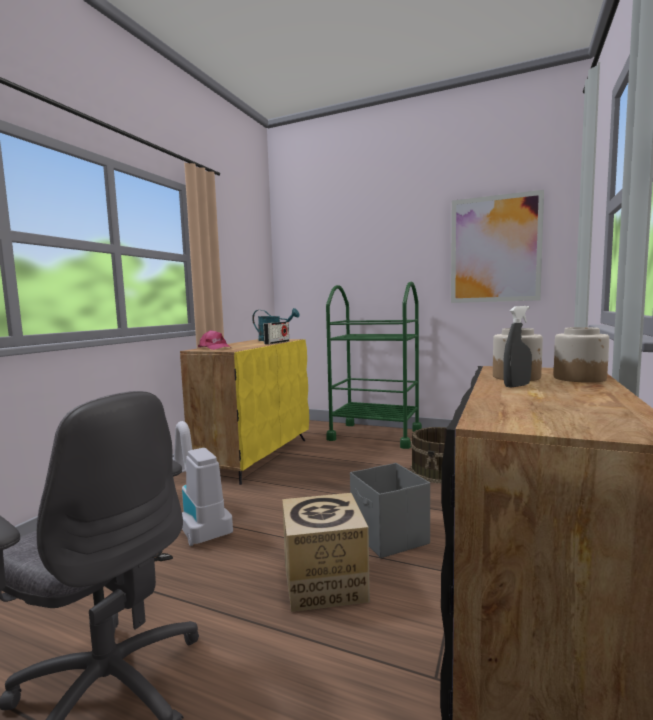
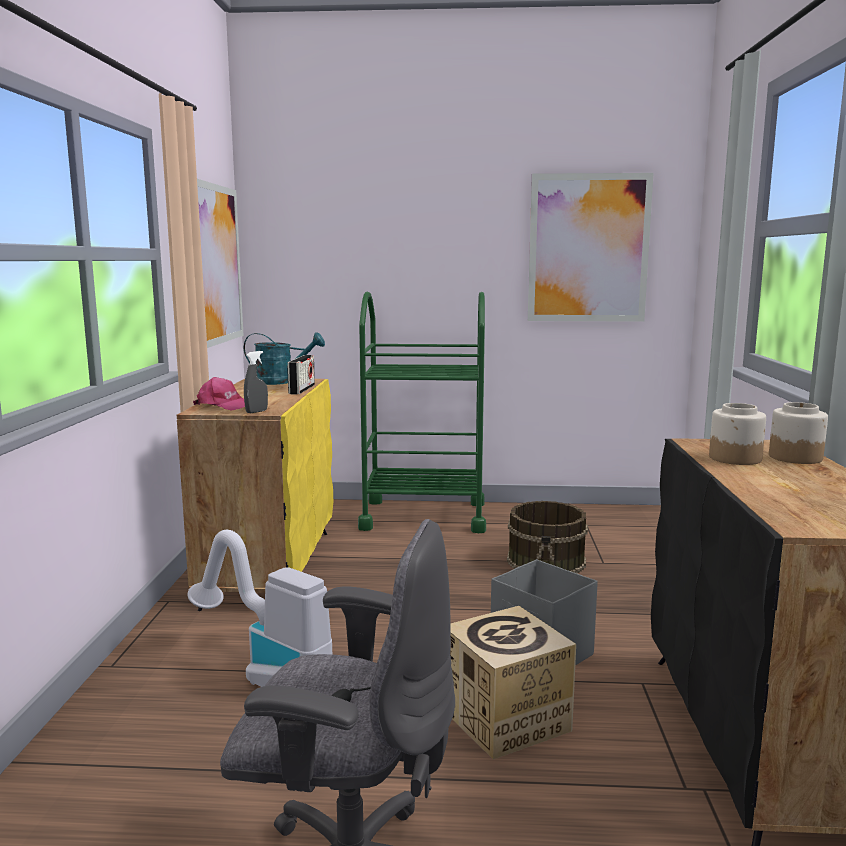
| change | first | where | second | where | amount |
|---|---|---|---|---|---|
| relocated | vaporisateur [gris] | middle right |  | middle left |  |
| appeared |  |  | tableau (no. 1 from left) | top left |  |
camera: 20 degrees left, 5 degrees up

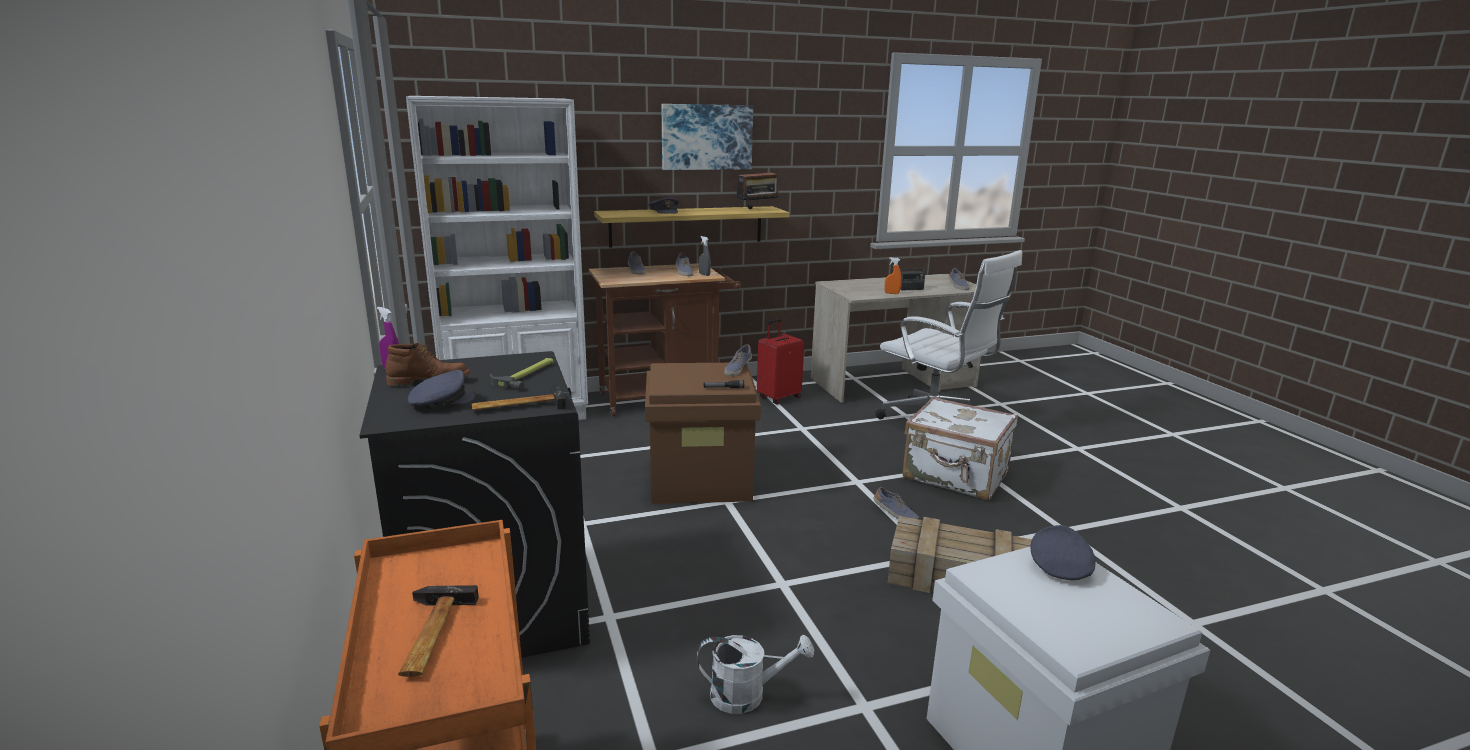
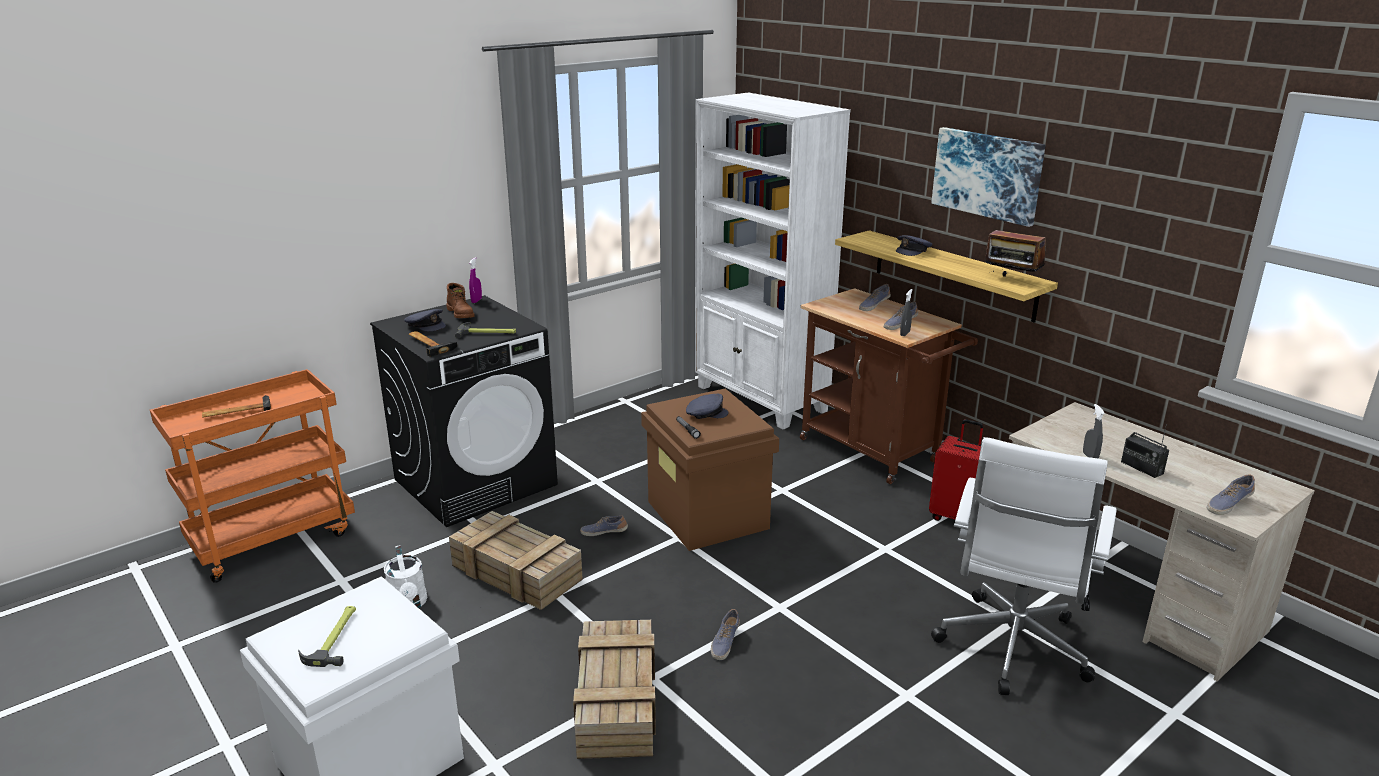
| change | first | where | second | where | amount |
|---|---|---|---|---|---|
| colour | vaporisateur [orange] | centre | vaporisateur [gris] (no. 2 from left) | middle right |  |
| relocated | chaussure (no. 3 from left in the first image) | centre | chaussure (no. 1 from left) | bottom centre |  |
| missing | valise [blanc] | centre |  |  |  |
| relocated | casquette [gris] (no. 3 from left in the first image) | bottom right | casquette [gris] (no. 2 from left) | centre |  |
| appeared |  |  | caisse (no. 1 from left) | bottom centre |  |
| appeared |  |  | marteau (no. 2 from left) | bottom left |  |
camera: 70 degrees right, 5 degrees up

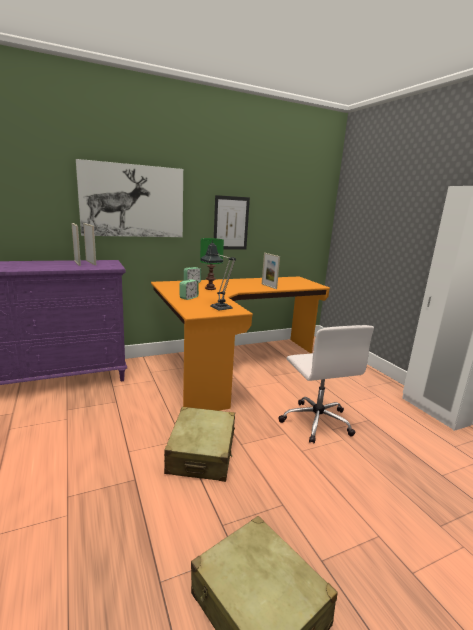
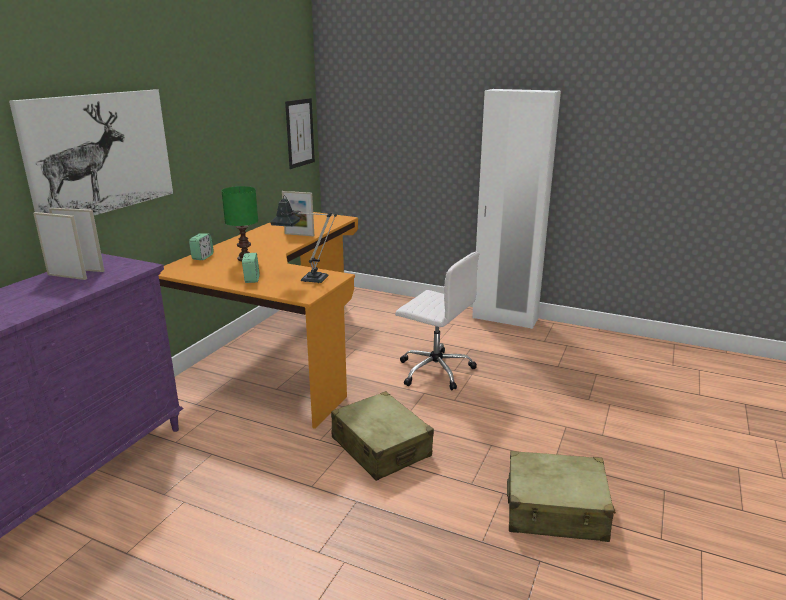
| change | first | where | second | where | amount |
|---|---|---|---|---|---|
| relocated | tableau (no. 2 from left) | centre |  | top centre |  |
camera: 40 degrees left, 5 degrees up

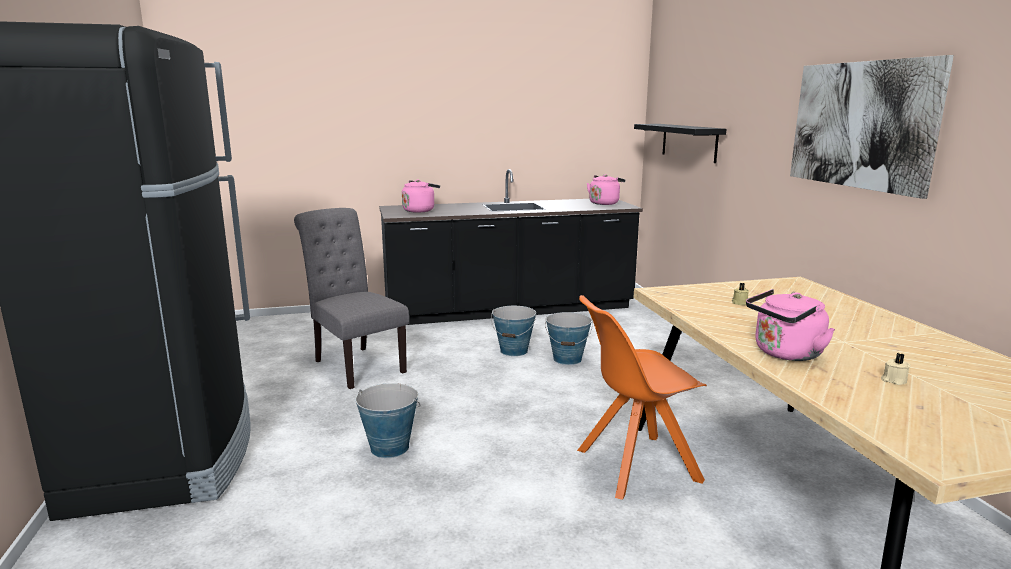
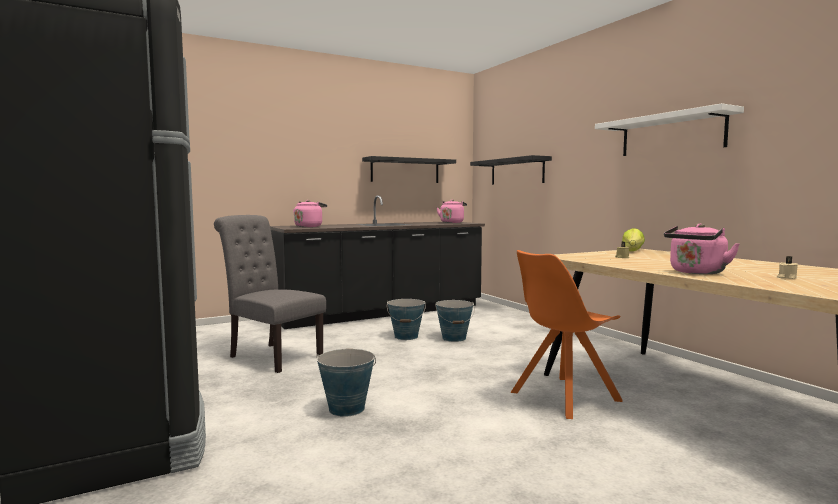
| change | first | where | second | where | amount |
|---|---|---|---|---|---|
| exchanged | tableau | top right | étagère [blanc] | top right |  |
| appeared |  |  | étagère [noir] (no. 1 from left) | centre |  |
| appeared |  |  | laitue | middle right |  |
camera: 15 degrees left, 10 degrees down

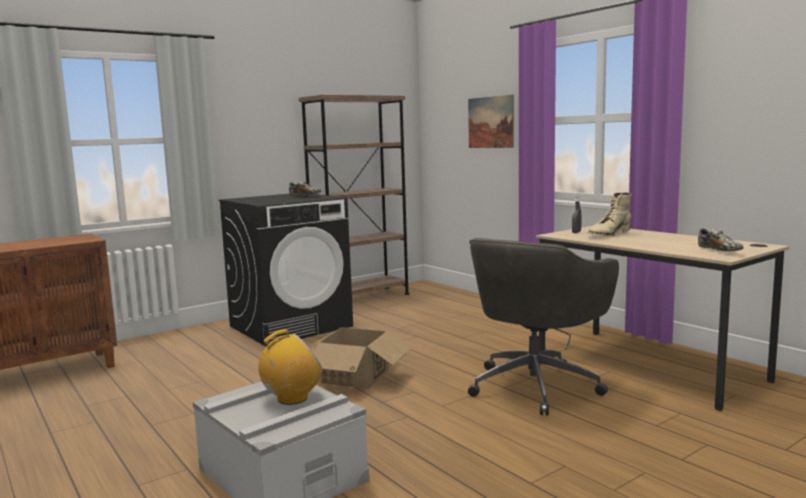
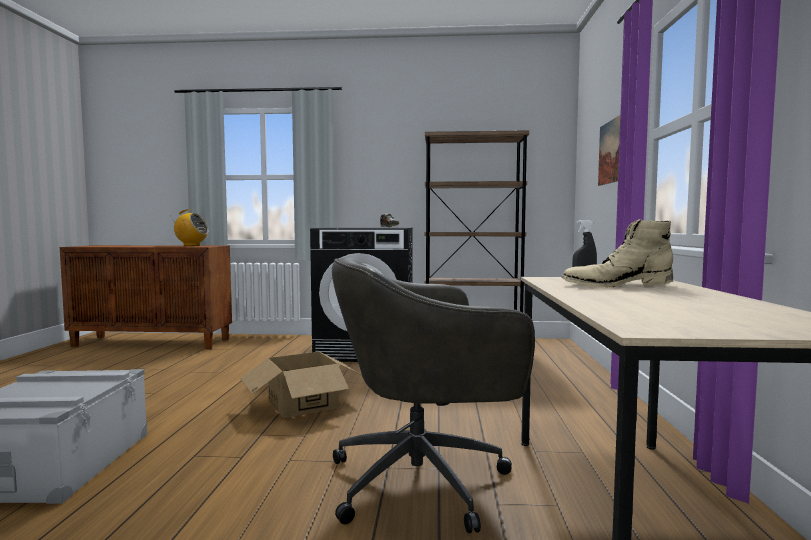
| change | first | where | second | where | amount |
|---|---|---|---|---|---|
| missing | chaussure (no. 2 from left) | middle right |  |  |  |
| relocated | radio | bottom centre |  | middle left |  |
camera: 40 degrees right, 5 degrees down

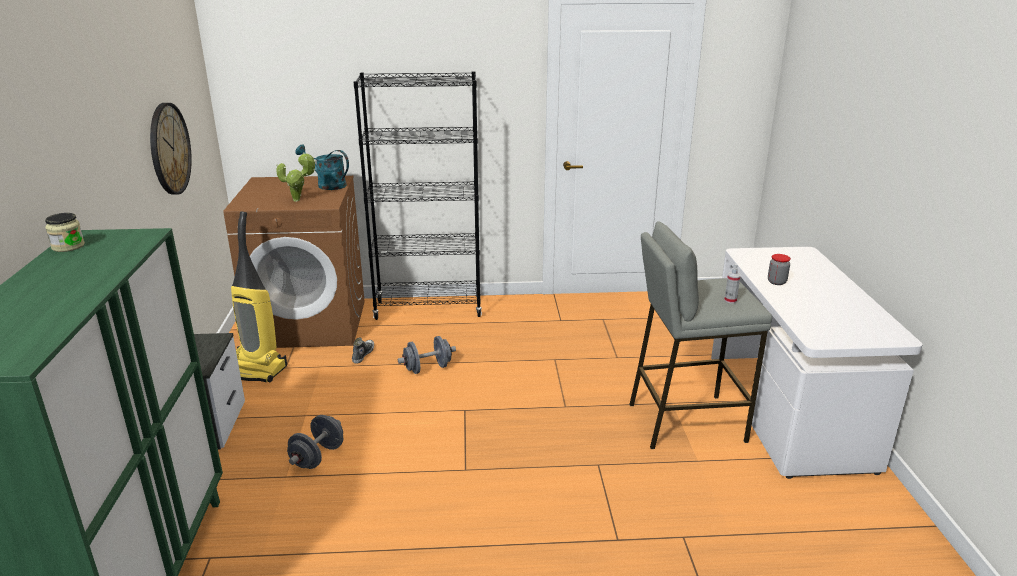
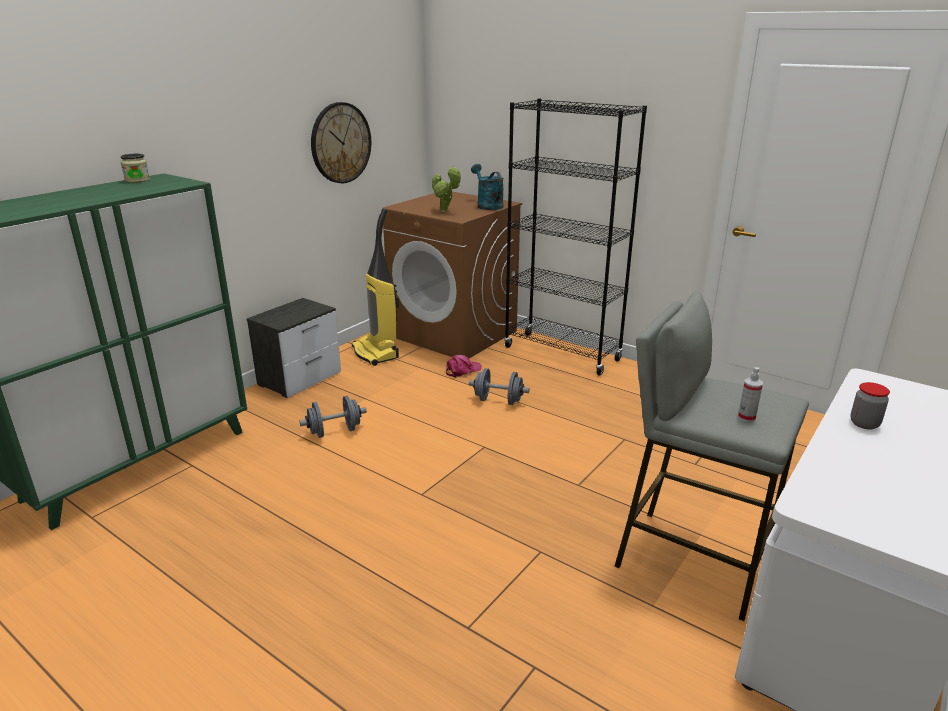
| change | first | where | second | where | amount |
|---|---|---|---|---|---|
| exchanged | chaussure | centre | casquette [rose] | centre |  |
camera: 40 degrees right, 0 degrees up

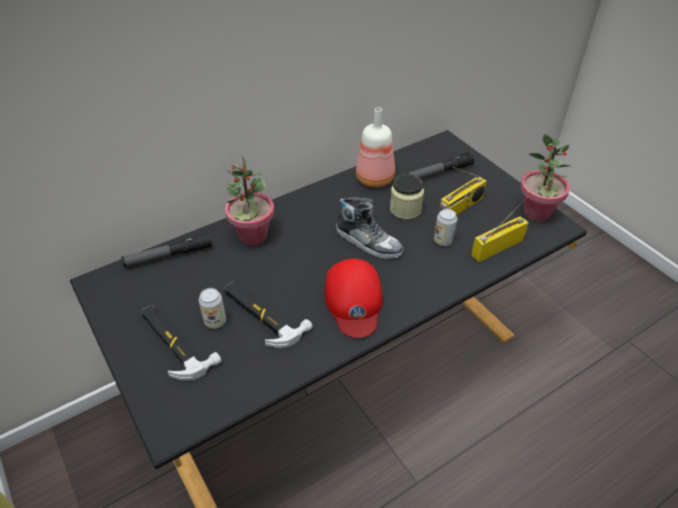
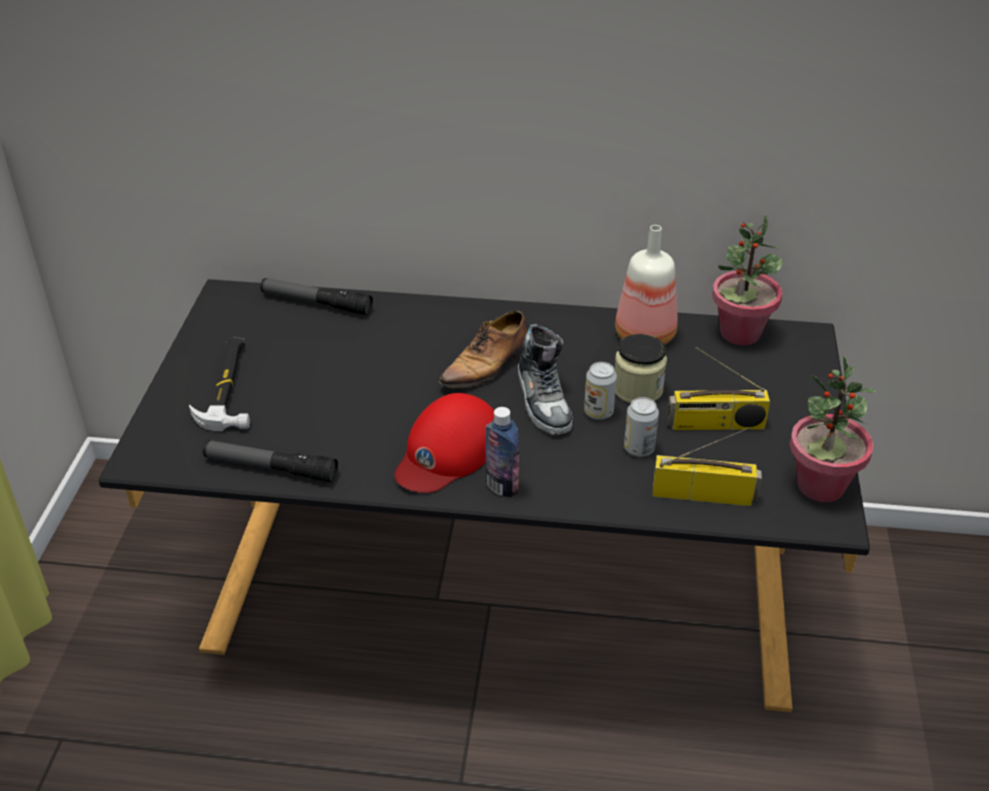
| change | first | where | second | where | amount |
|---|---|---|---|---|---|
| relocated | lampe de poche (no. 2 from left in the first image) | top centre | lampe de poche (no. 1 from left) | middle left |  |
| relocated | plante en pot (no. 1 from left) | centre |  | middle right |  |
| missing | marteau (no. 2 from left) | centre |  |  |  |
| relocated | boîte métallique (no. 1 from left) | middle left |  | centre |  |
| appeared |  |  | chaussure (no. 1 from left) | centre |  |
| appeared |  |  | bouteille (no. 1 from left) | centre |  |
camera: 40 degrees right, 5 degrees down

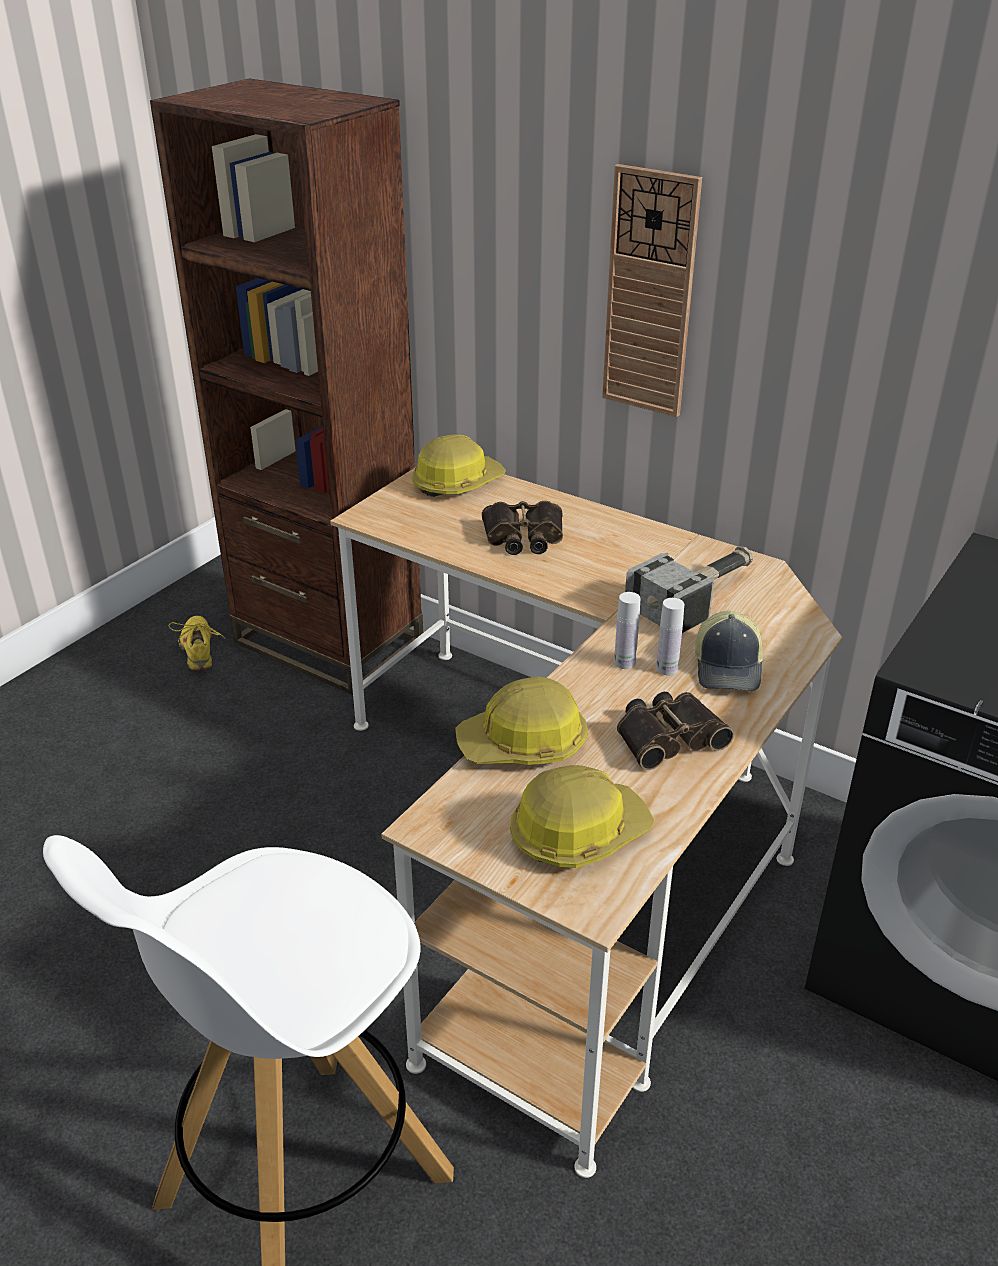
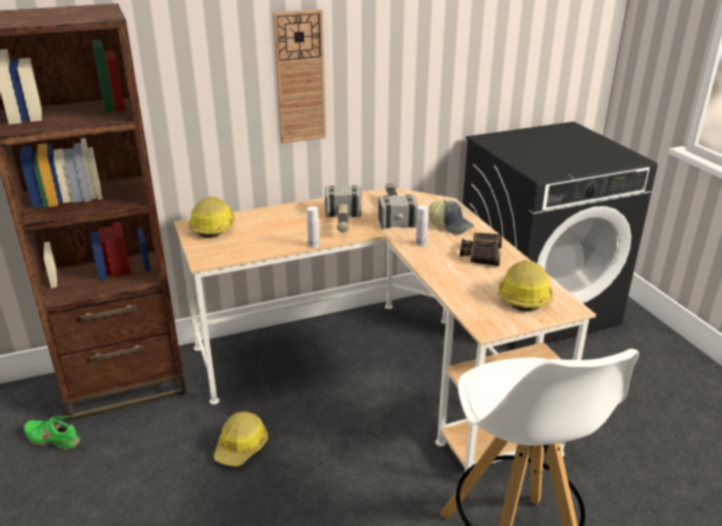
| change | first | where | second | where | amount |
|---|---|---|---|---|---|
| missing | jumelles (no. 1 from left) | centre |  |  |  |
| relocated | bouteille [blanc] (no. 2 from left in the first image) | middle right | bouteille [blanc] (no. 1 from left) | centre |  |
| colour | chaussure [jaune] | middle left | chaussure [vert] | bottom left |  |
| relocated | casque de chantier (no. 2 from left) | centre |  | bottom centre |  |
| appeared |  |  | marteau (no. 1 from left) | centre |  |
camera: 55 degrees left, 5 degrees down

